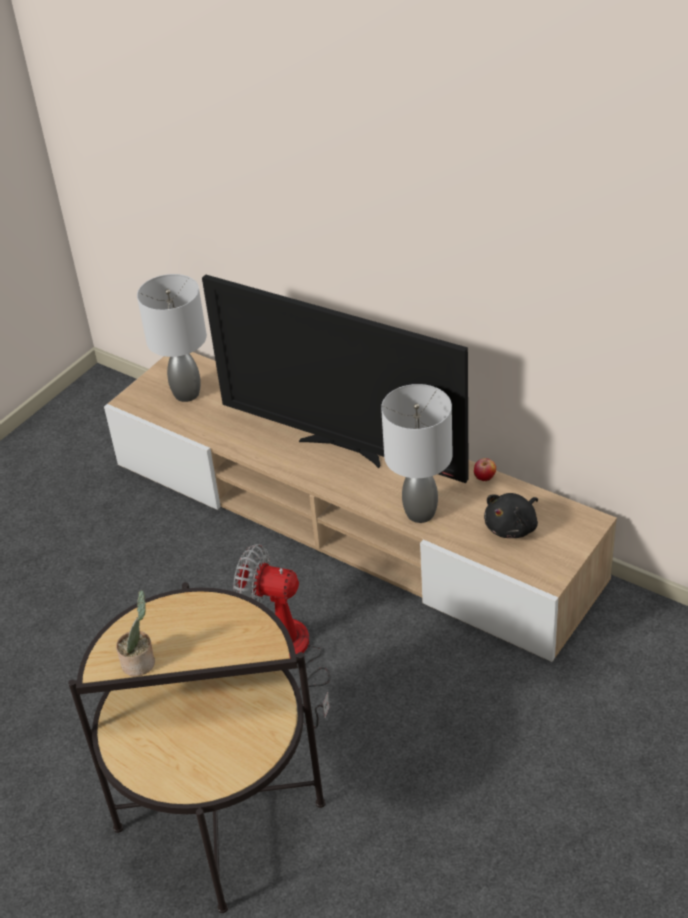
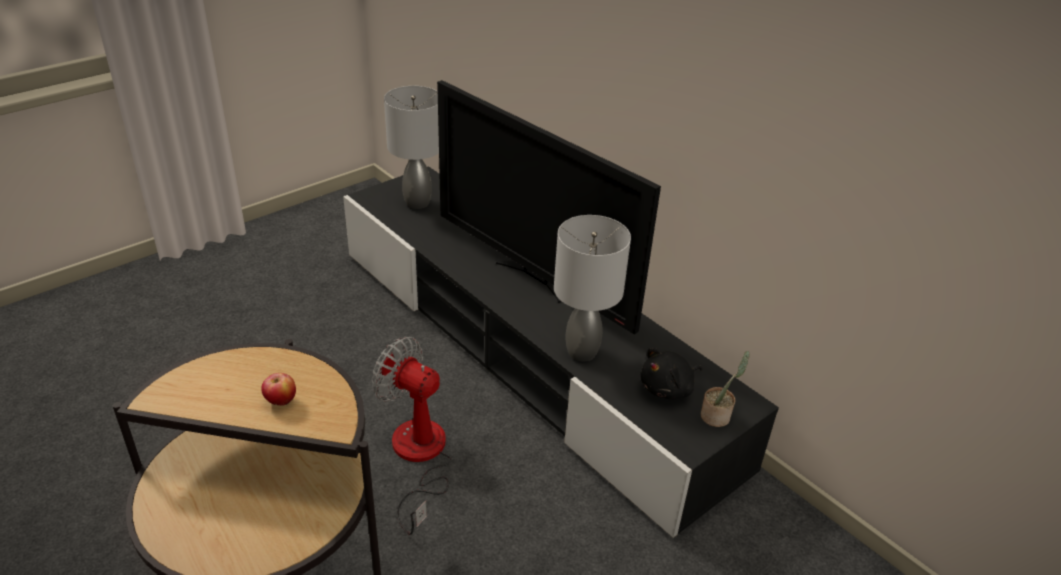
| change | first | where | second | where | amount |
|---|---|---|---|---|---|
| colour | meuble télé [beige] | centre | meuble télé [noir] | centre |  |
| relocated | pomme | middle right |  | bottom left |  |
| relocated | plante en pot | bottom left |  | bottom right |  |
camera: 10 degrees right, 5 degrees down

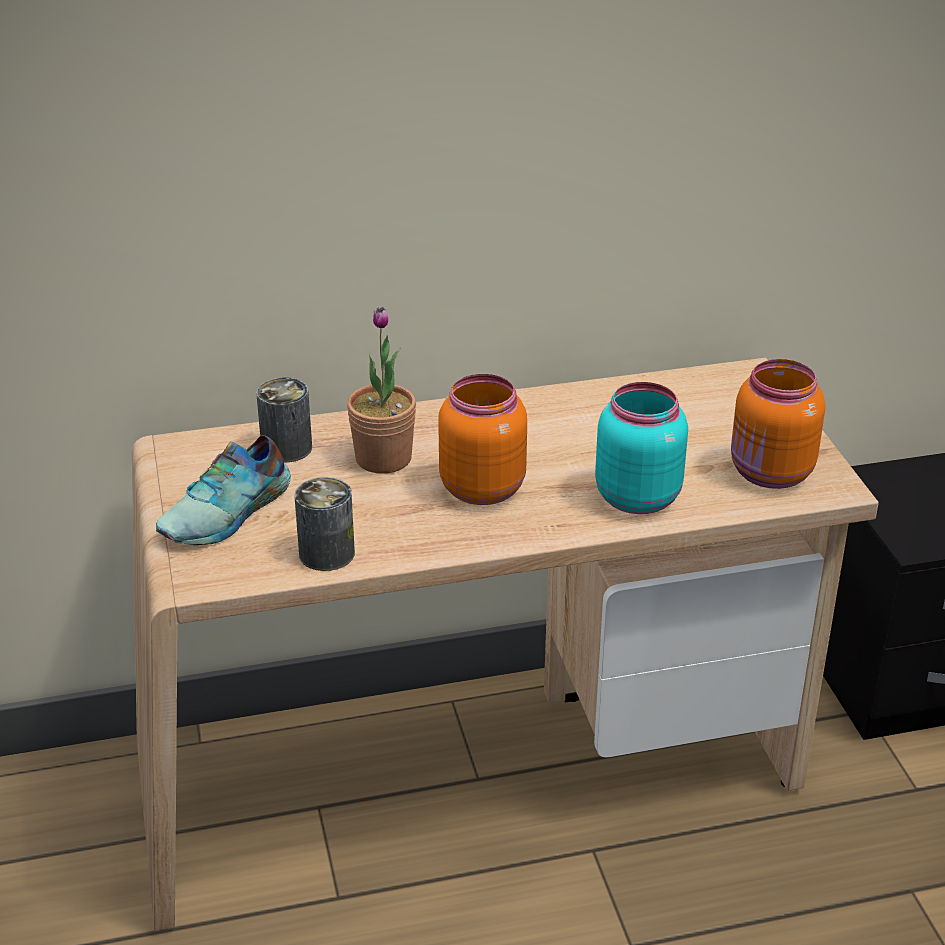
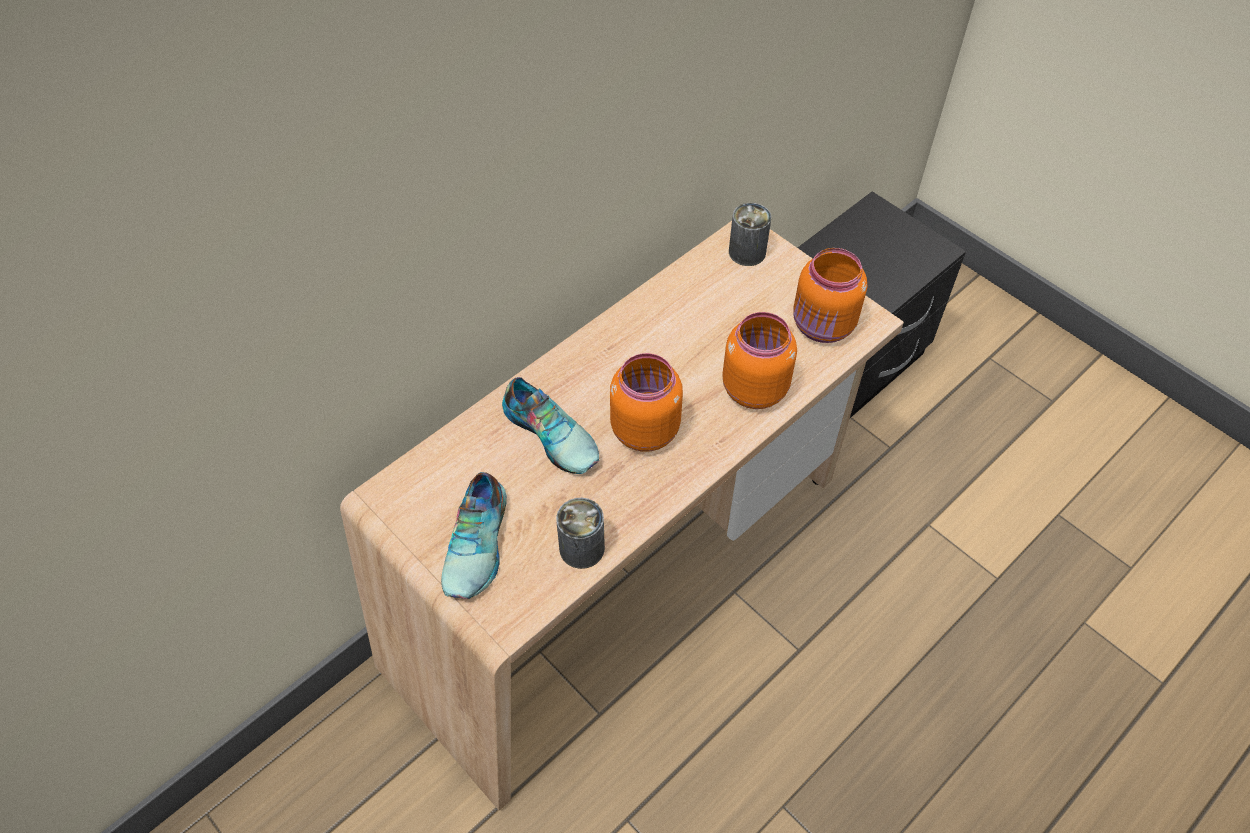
| change | first | where | second | where | amount |
|---|---|---|---|---|---|
| exchanged | plante en pot | centre | chaussure (no. 2 from left) | centre |  |
| relocated | boîte métallique (no. 1 from left in the first image) | middle left | boîte métallique (no. 2 from left) | top centre |  |
| colour | bocal [turquoise] | middle right | bocal [orange] (no. 2 from left) | centre |  |
camera: 30 degrees left, 20 degrees up

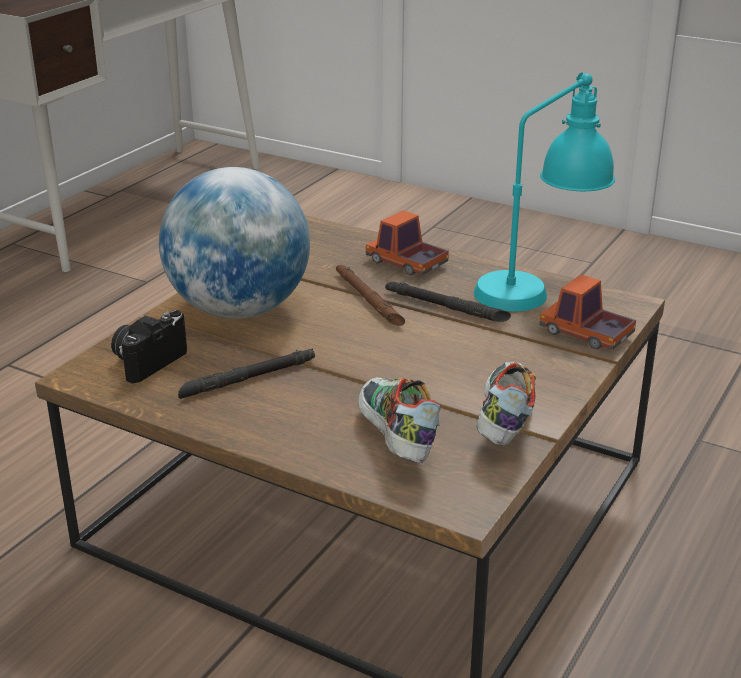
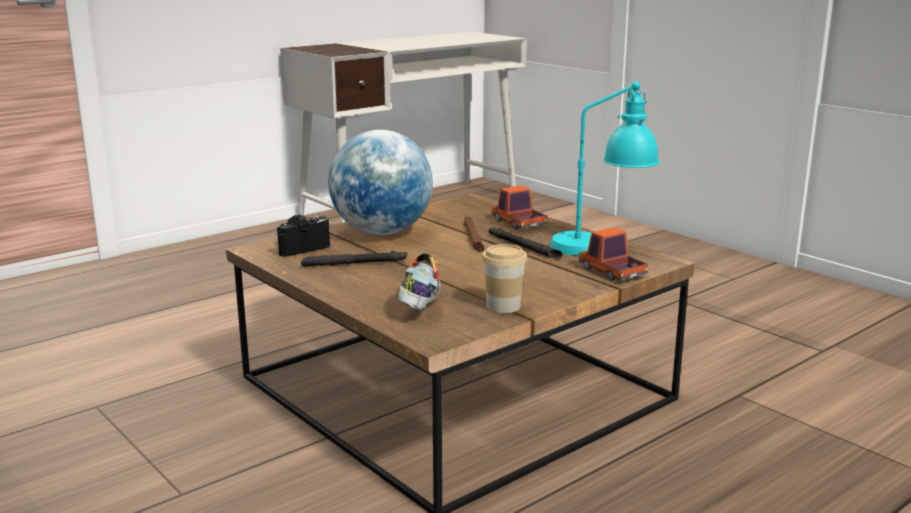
| change | first | where | second | where | amount |
|---|---|---|---|---|---|
| exchanged | chaussure (no. 2 from left) | middle right | tasse | centre |  |
camera: 20 degrees right, 10 degrees down

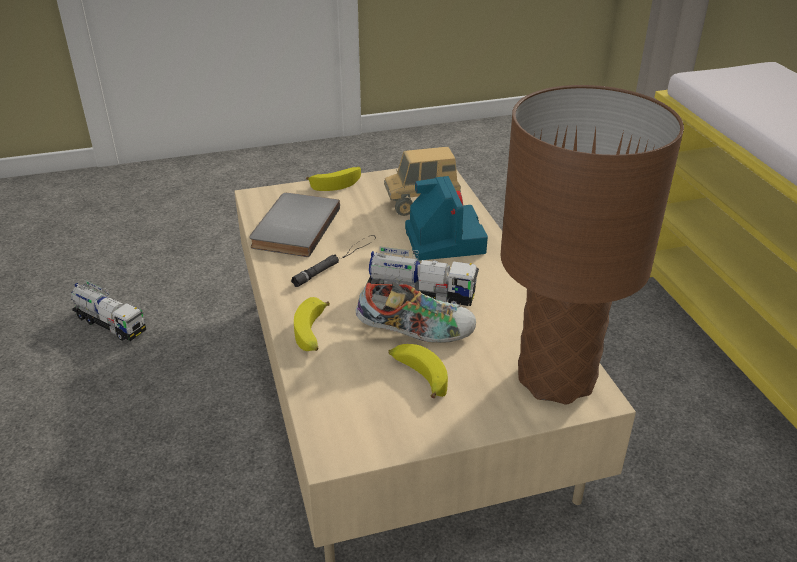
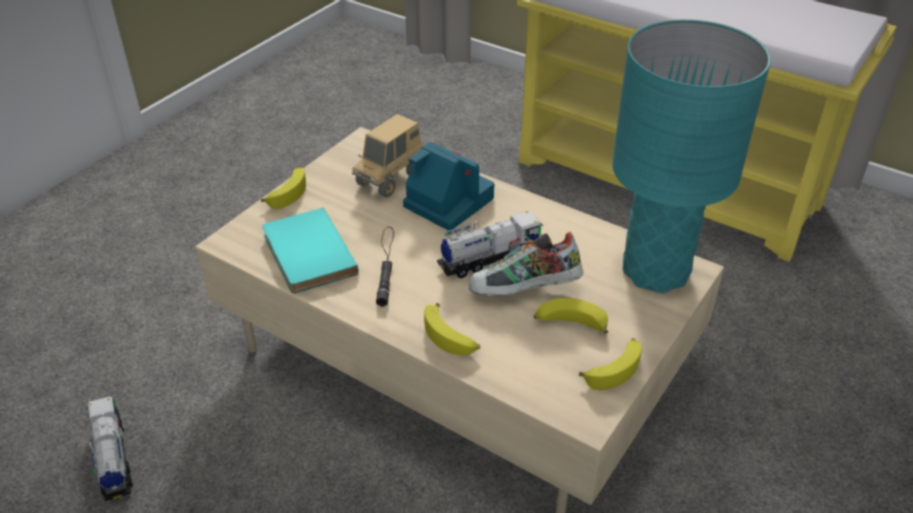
| change | first | where | second | where | amount |
|---|---|---|---|---|---|
| colour | lampe de table [marron] | middle right | lampe de table [turquoise] | top right |  |
| colour | livre [gris] | centre | livre [turquoise] | centre |  |
| spun | camion jouet (no. 1 from left) | middle left |  | bottom left | 105 degrees counterclockwise |
| spun | chaussure | centre |  | centre | 150 degrees counterclockwise |
| appeared |  |  | banane (no. 4 from left) | bottom right |  |
camera: 40 degrees left, 5 degrees up

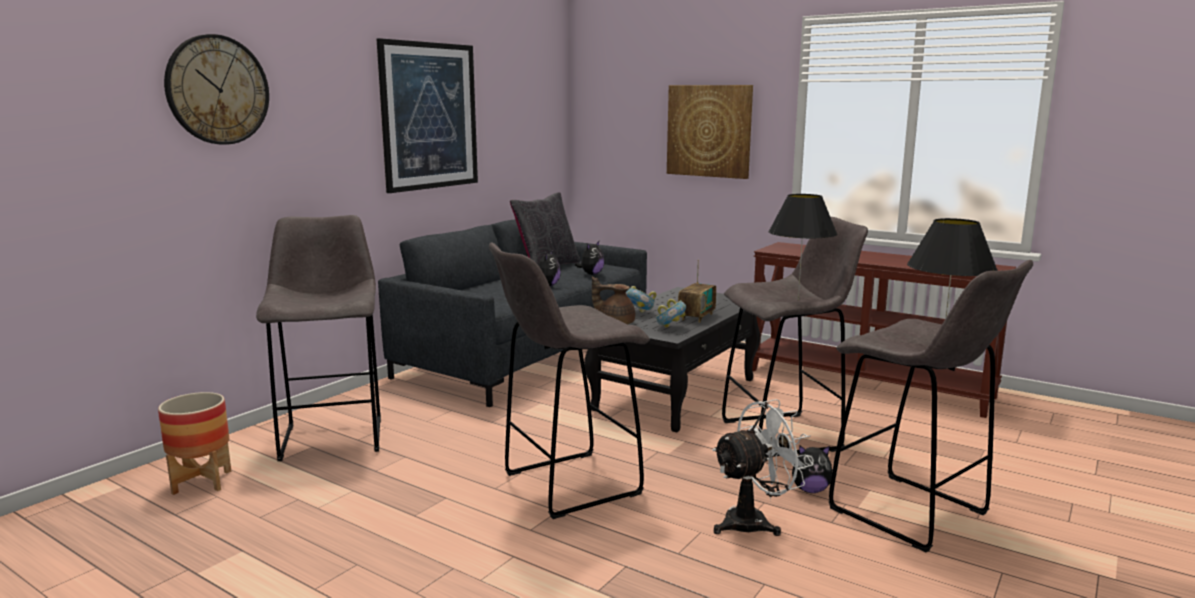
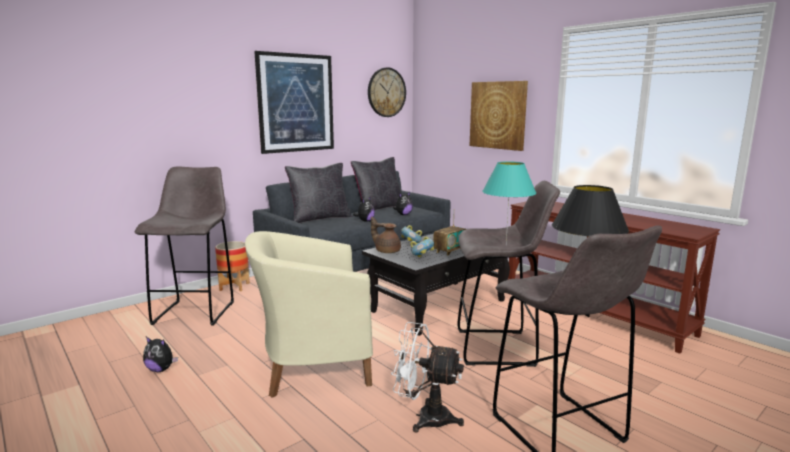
| change | first | where | second | where | amount |
|---|---|---|---|---|---|
| relocated | horloge murale | top left |  | top centre |  |
| colour | lampe de table [noir] (no. 1 from left) | middle right | lampe de table [turquoise] | centre |  |
| exchanged | tabouret [gris] (no. 2 from left) | centre | fauteuil [beige] | bottom centre |  |
| relocated | cache-pot | bottom left |  | middle left |  |
| spun | ventilateur [blanc] | bottom centre |  | bottom centre | 150 degrees counterclockwise |
| relocated | peluche (no. 3 from left in the first image) | bottom right | peluche (no. 1 from left) | bottom left |  |
| appeared |  |  | coussin [noir] (no. 1 from left) | centre |  |
camera: 15 degrees right, 0 degrees up

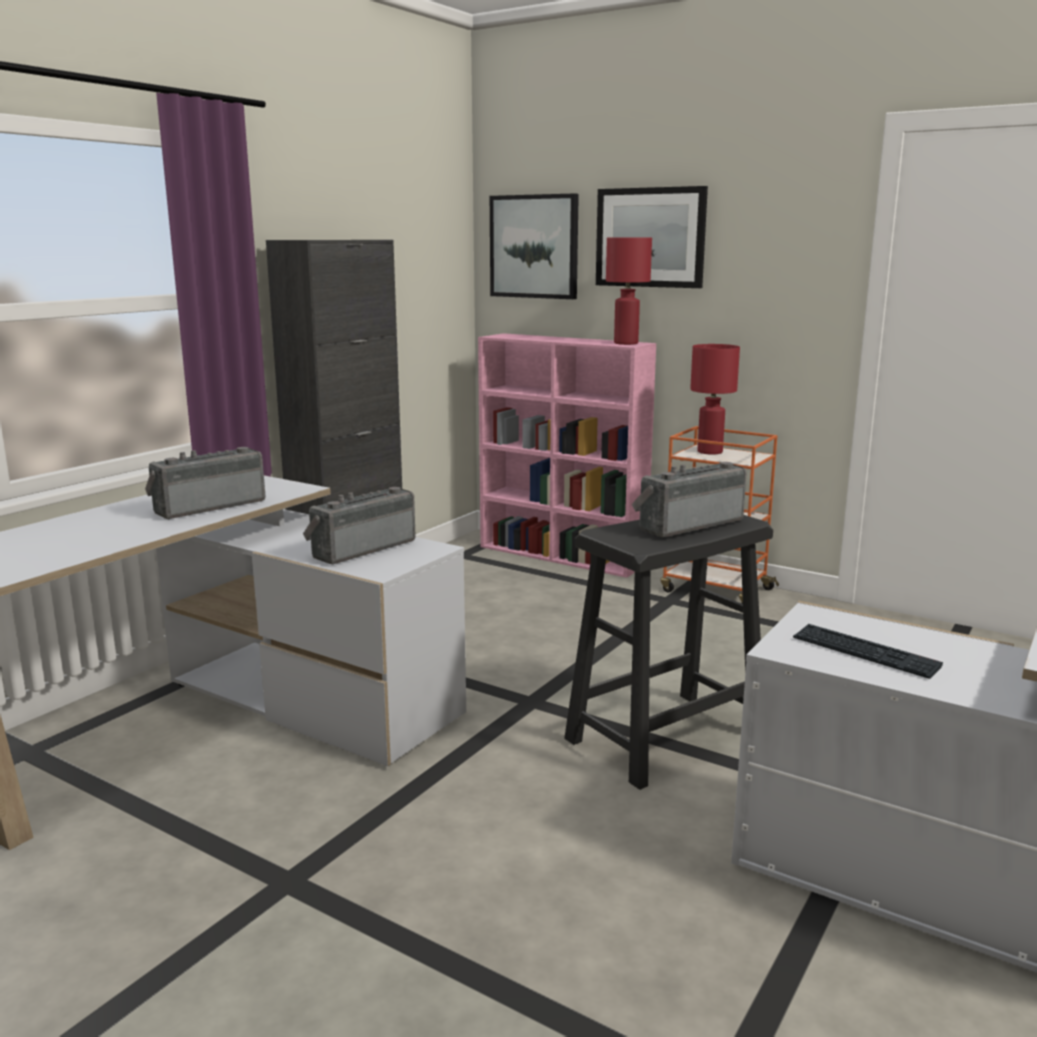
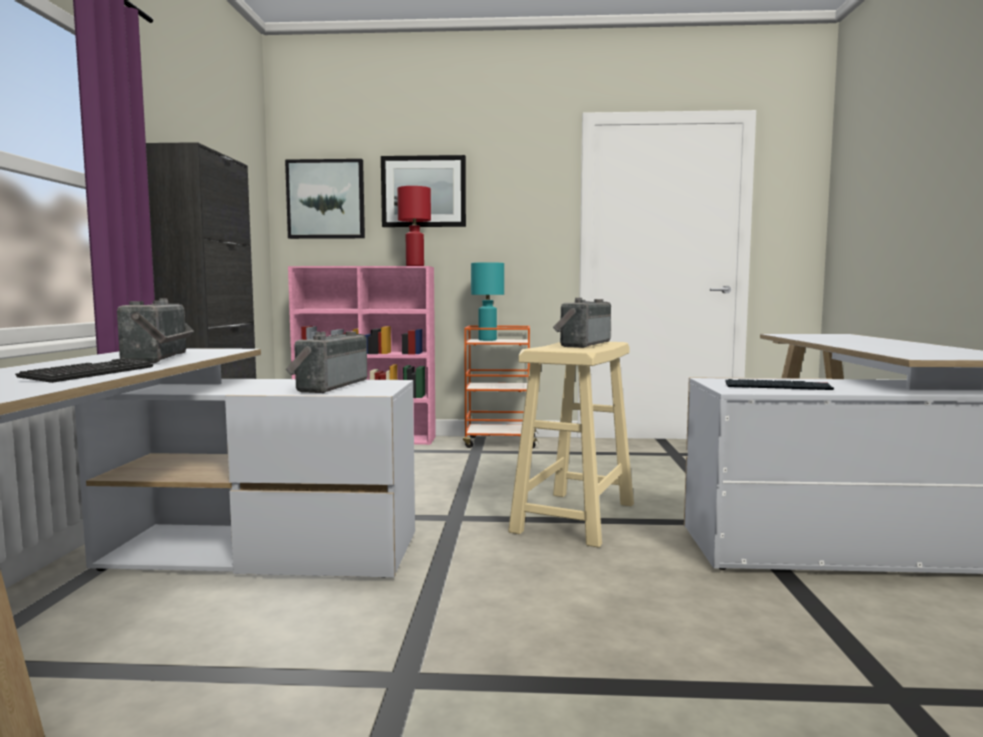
| change | first | where | second | where | amount |
|---|---|---|---|---|---|
| colour | lampe de table [rouge] (no. 2 from left) | middle right | lampe de table [turquoise] | centre |  |
| spun | radio (no. 1 from left) | middle left |  | middle left | 150 degrees clockwise |
| colour | tabouret [noir] | centre | tabouret [beige] | centre |  |
| appeared |  |  | clavier (no. 1 from left) | middle left |  |
camera: 30 degrees left, 10 degrees down

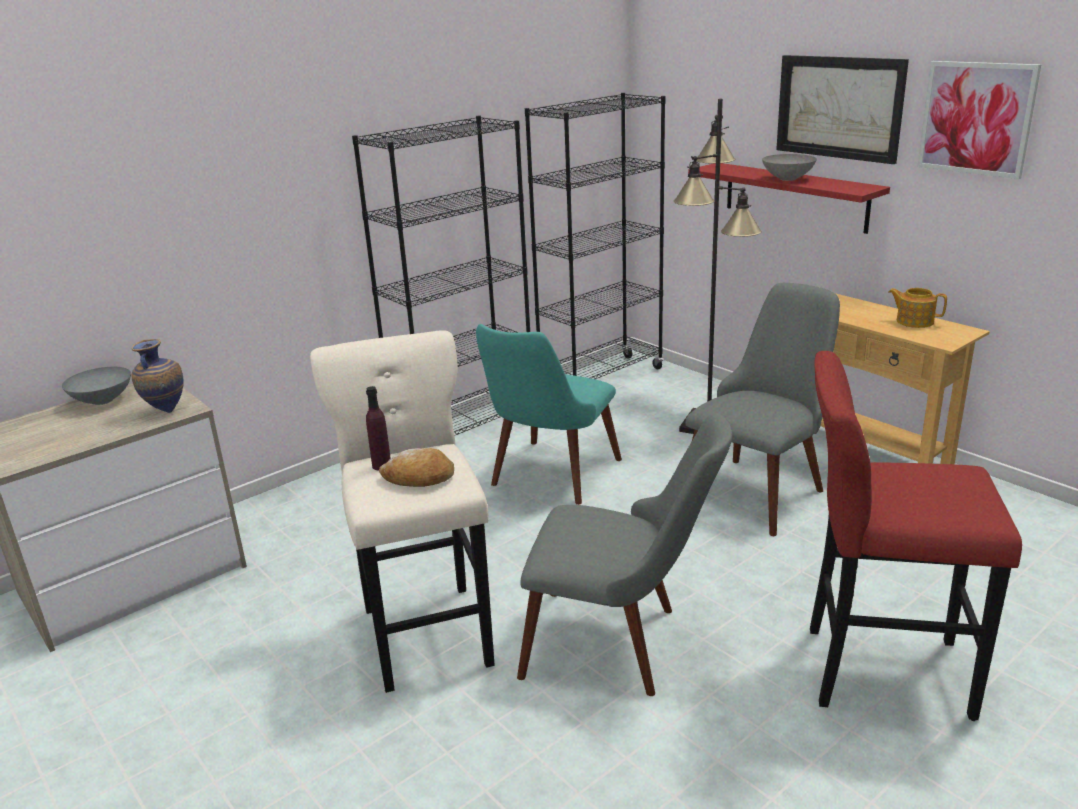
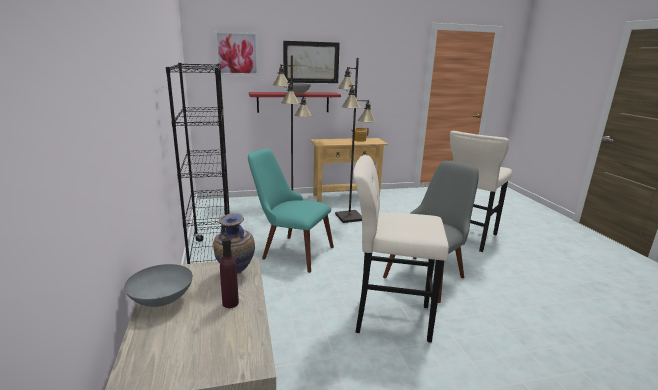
| change | first | where | second | where | amount |
|---|---|---|---|---|---|
| relocated | tableau (no. 2 from left in the first image) | top right | tableau (no. 1 from left) | top centre |  |
| missing | bibliothèque [noir] (no. 2 from left) | top centre |  |  |  |
| exchanged | chaise [gris] (no. 2 from left) | middle right | lampadaire [noir] (no. 2 from left) | centre |  |
| spun | chaise [turquoise] | centre |  | centre | 150 degrees clockwise |
| colour | tabouret [rouge] | middle right | tabouret [beige] (no. 2 from left) | middle right |  |
| relocated | bouteille [violet] | centre |  | bottom centre |  |
| missing | pain | centre |  |  |  |
camera: 65 degrees left, 5 degrees down

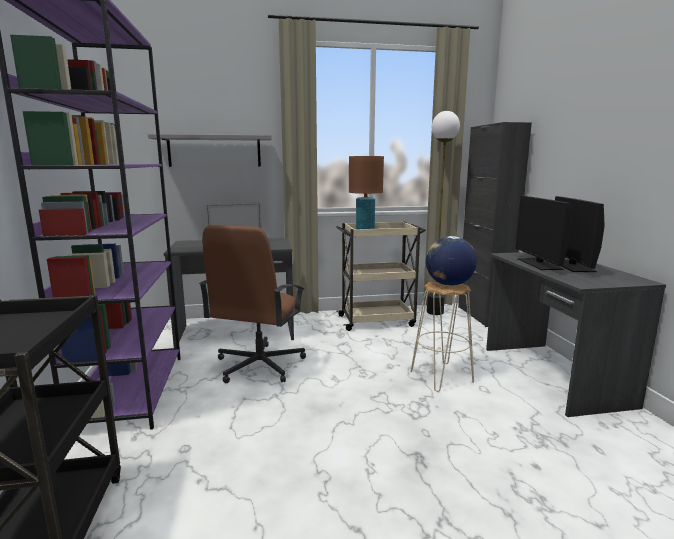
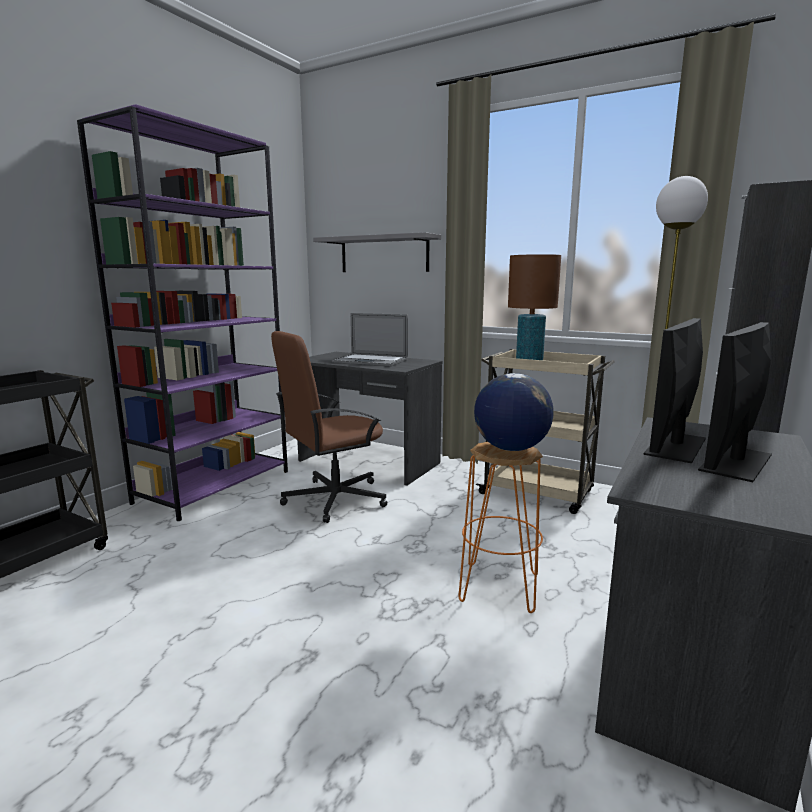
| change | first | where | second | where | amount |
|---|---|---|---|---|---|
| colour | tabouret [beige] | centre | tabouret [orange] | centre |  |
camera: 40 degrees right, 0 degrees up

